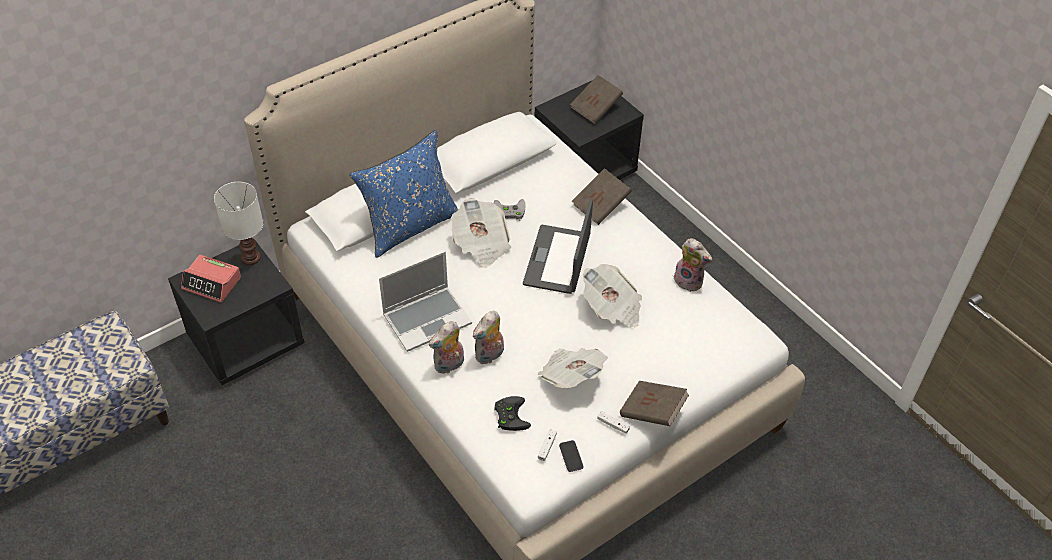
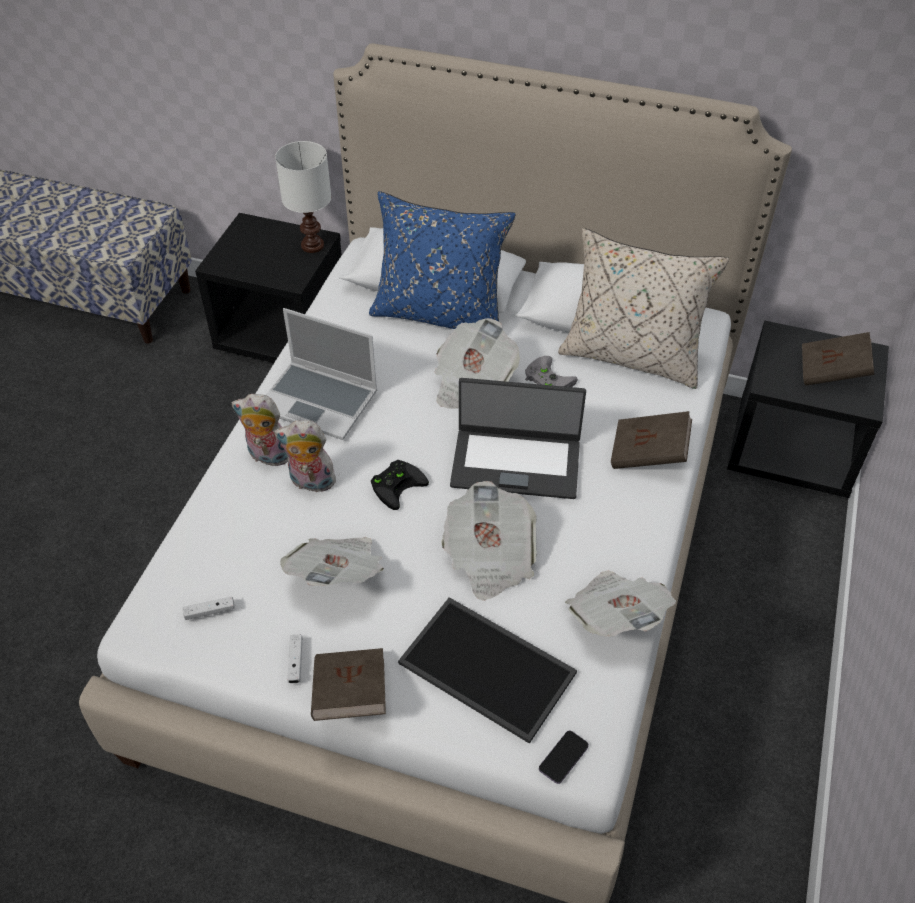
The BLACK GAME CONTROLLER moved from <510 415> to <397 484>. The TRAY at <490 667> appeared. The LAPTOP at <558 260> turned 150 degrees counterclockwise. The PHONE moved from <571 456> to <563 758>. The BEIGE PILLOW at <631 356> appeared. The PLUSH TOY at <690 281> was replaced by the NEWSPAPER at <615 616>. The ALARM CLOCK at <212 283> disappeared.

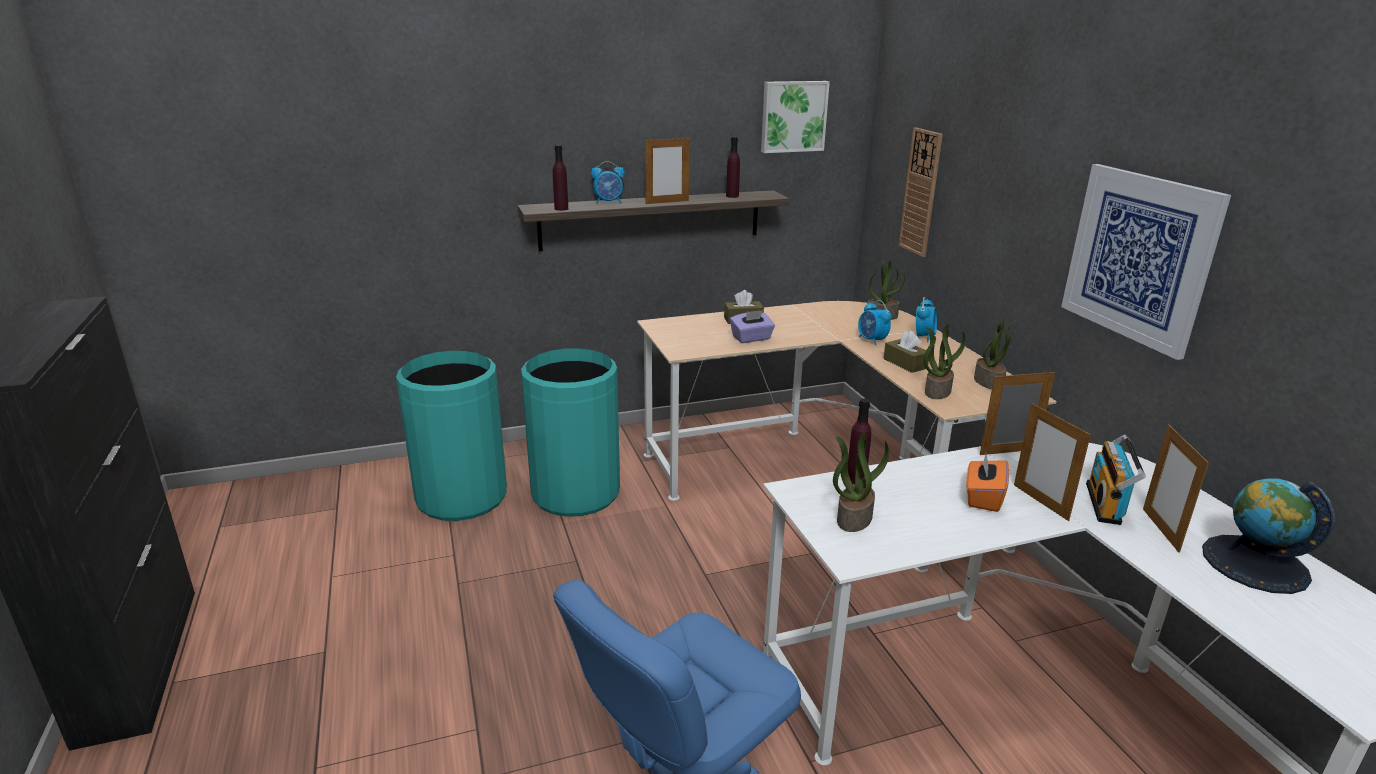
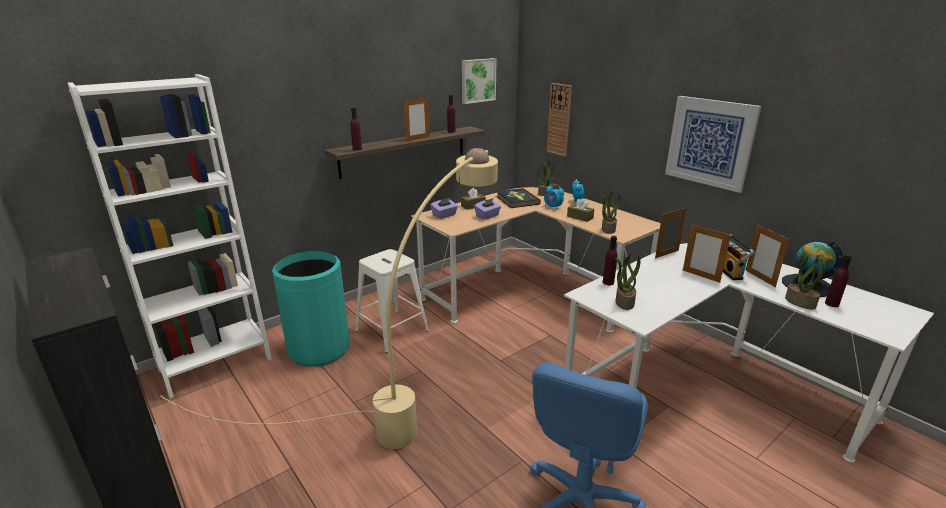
The WHITE BOOKCASE at <215 364> appeared. The BEIGE FLOOR LAMP at <408 397> appeared. The TURQUOISE TRASH CAN at <575 493> was replaced by the WHITE STOOL at <392 331>. The PURPLE TISSUE BOX at <444 215> appeared. The BOOK at <517 200> appeared. The POTTED PLANT moved from <989 382> to <800 302>. The PURPLE BOTTLE at <831 304> appeared. The ALARM CLOCK at <608 202> disappeared. The ORANGE TISSUE BOX at <983 498> disappeared.

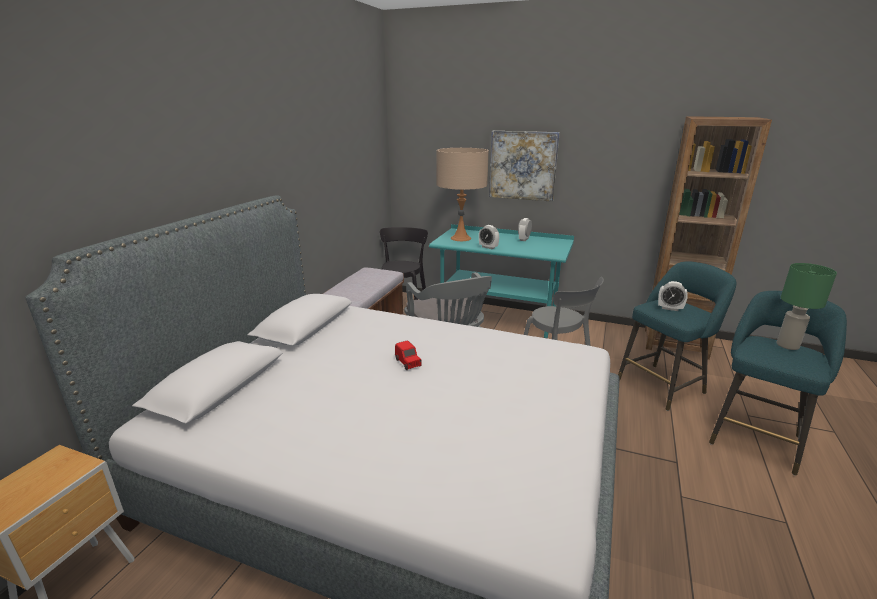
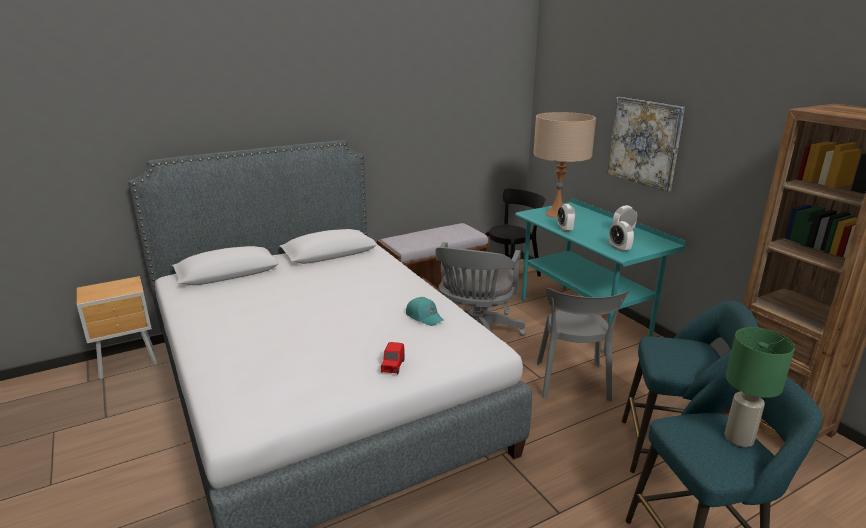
The RED TOY CAR moved from <408 363> to <393 366>. The TURQUOISE CAP at <424 316> appeared. The ALARM CLOCK moved from <670 308> to <619 248>.

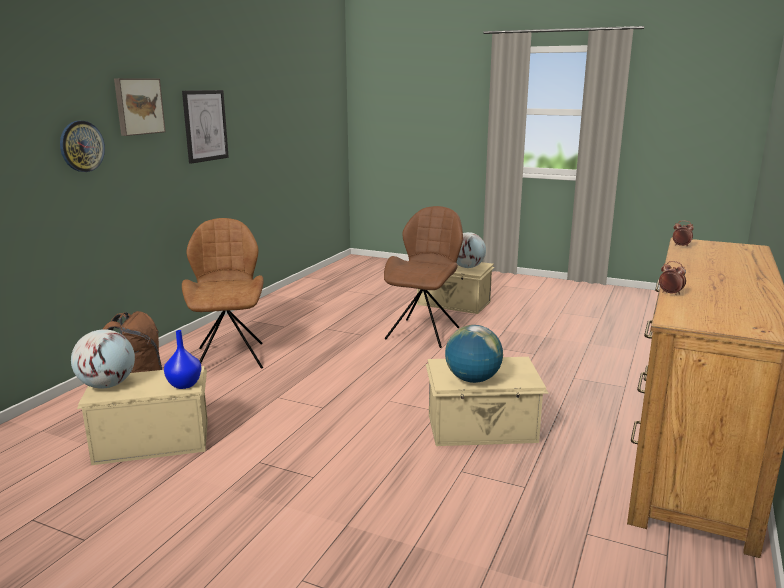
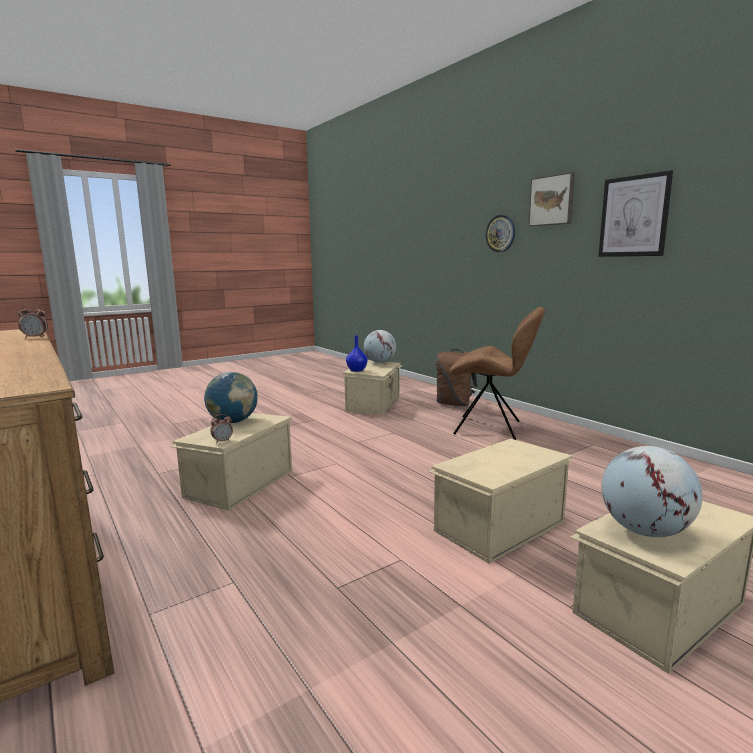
The ALARM CLOCK moved from <681 246> to <222 441>. The BROWN CHAIR at <424 332> was replaced by the BEIGE STORAGE BOX at <497 526>.

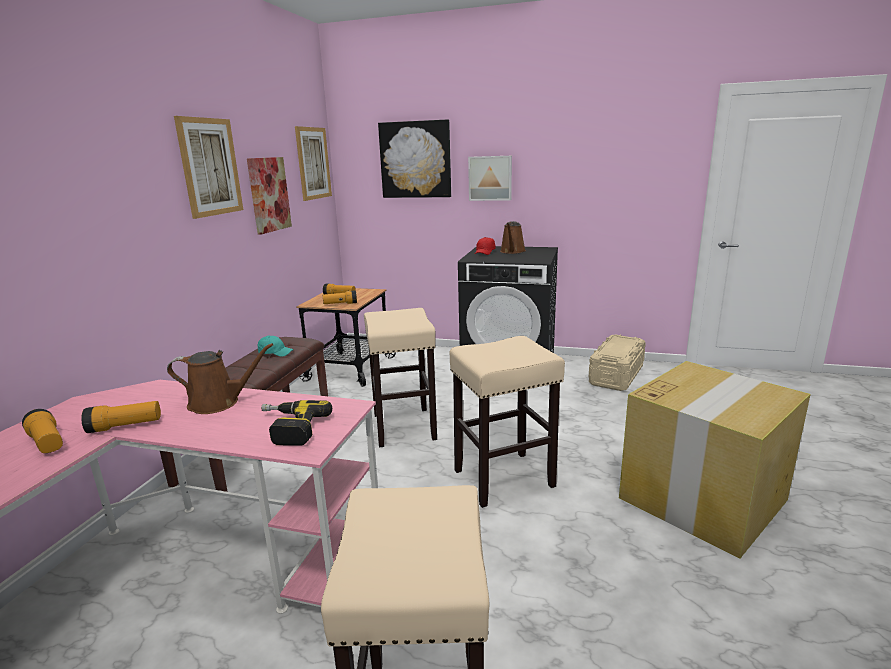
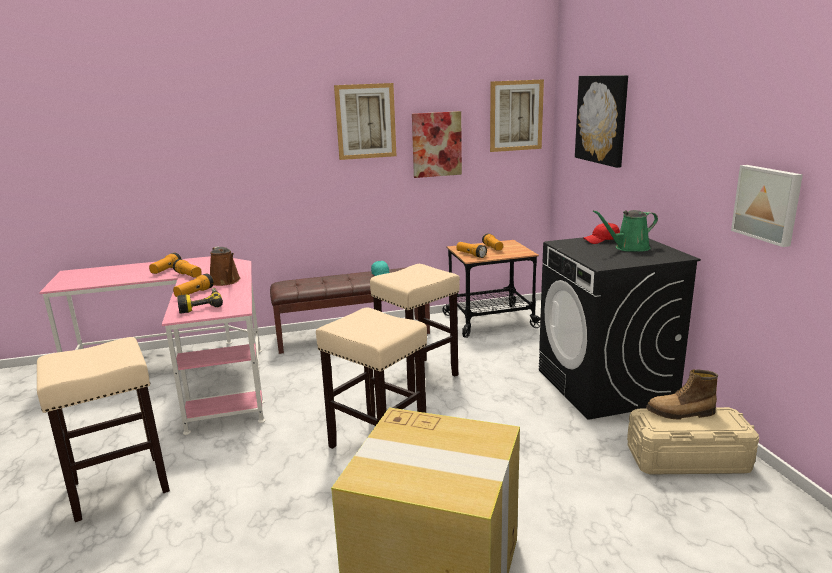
The FLASHLIGHT at <194 293> appeared. The BROWN WATERING CAN at <512 251> became the GREEN WATERING CAN at <629 248>. The BOOT at <680 413> appeared. The PICTURE moved from <490 178> to <768 204>.

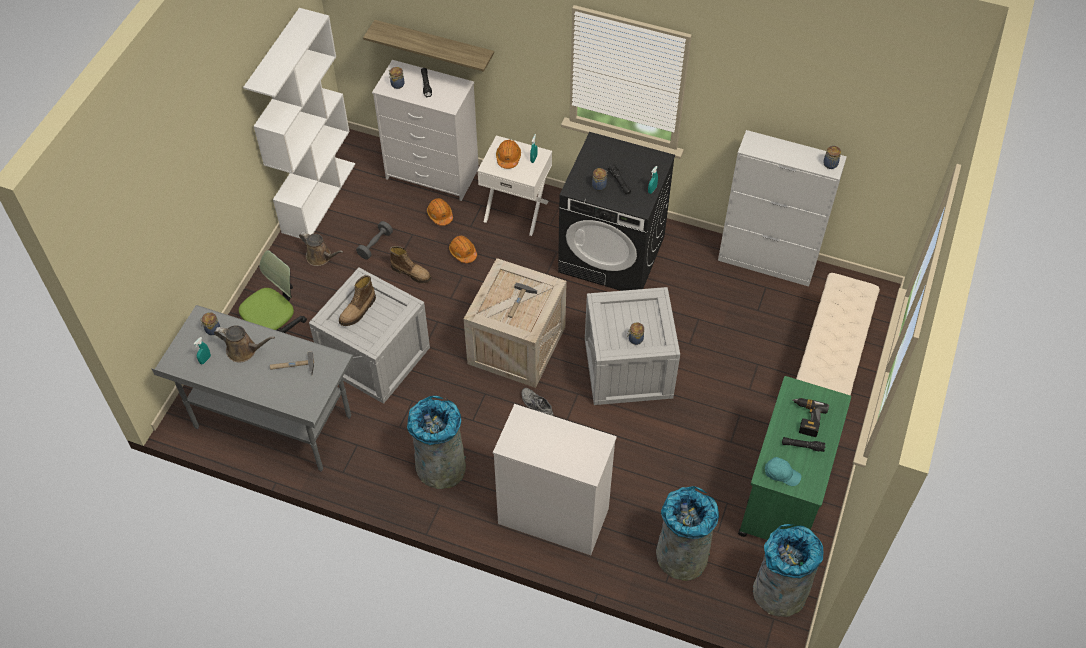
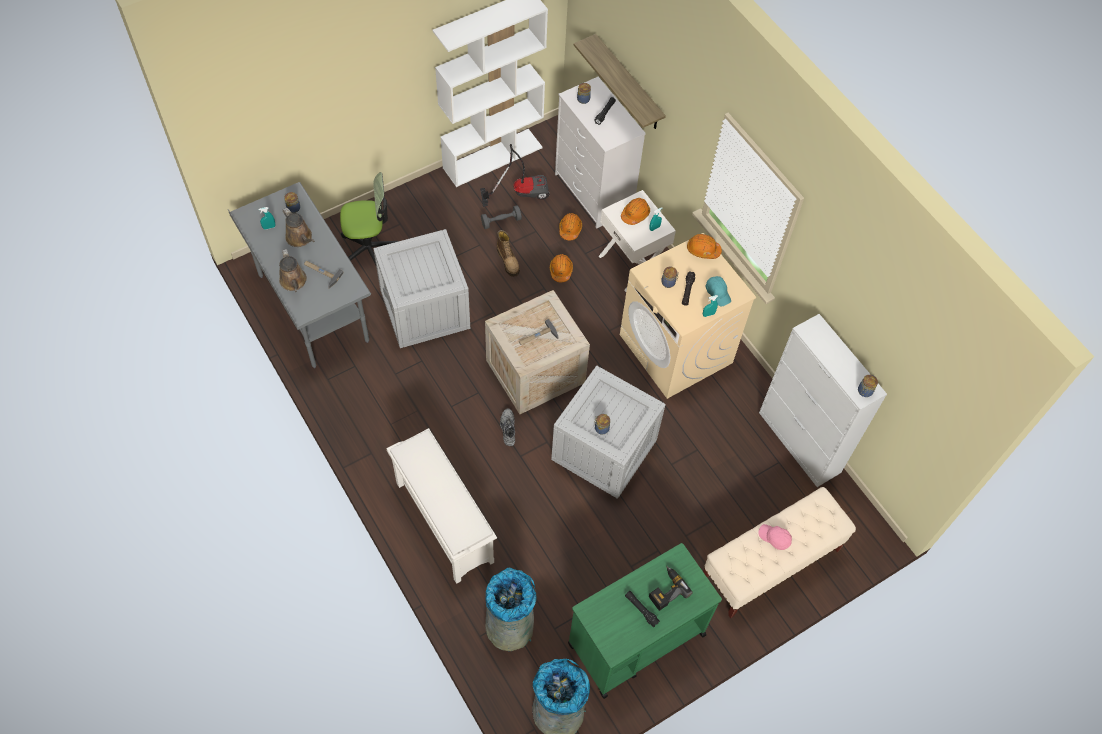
The BROWN WATERING CAN moved from <321 257> to <294 282>. The WHITE DRESSER at <552 516> was replaced by the WHITE SHOE RACK at <443 521>. The VACUUM CLEANER at <521 191> appeared. The BLACK WASHING MACHINE at <612 254> became the BEIGE WASHING MACHINE at <676 349>. The ORANGE HARD HAT at <703 250> appeared. The TURQUOISE CAP moved from <781 474> to <718 293>. The PINK CAP at <774 538> appeared. The BOOT at <358 311> disappeared. The GREY TRASH CAN at <440 467> disappeared.

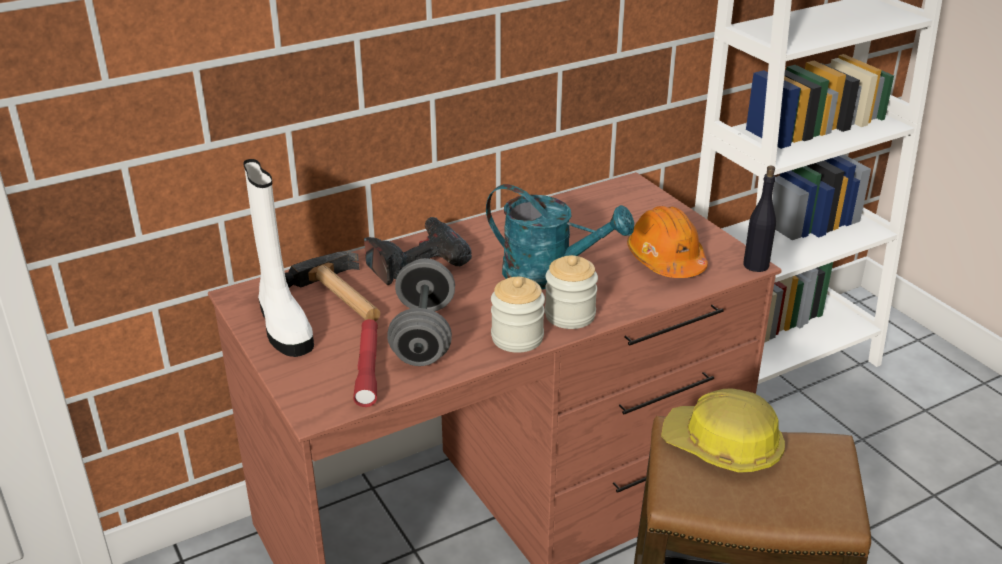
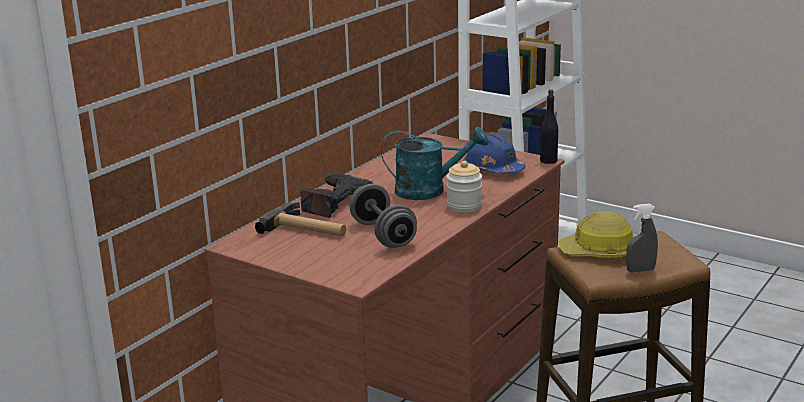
The ORANGE HARD HAT at <666 260> became the BLUE HARD HAT at <493 169>. The GREY SPRAY BOTTLE at <640 270> appeared. The WHITE BOOT at <283 325> disappeared. The RED FLASHLIGHT at <368 369> disappeared. The JAR at <517 338> disappeared.

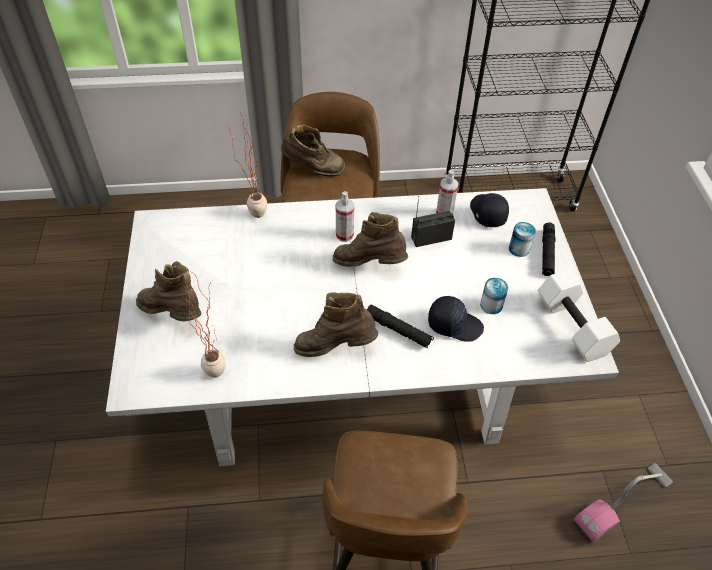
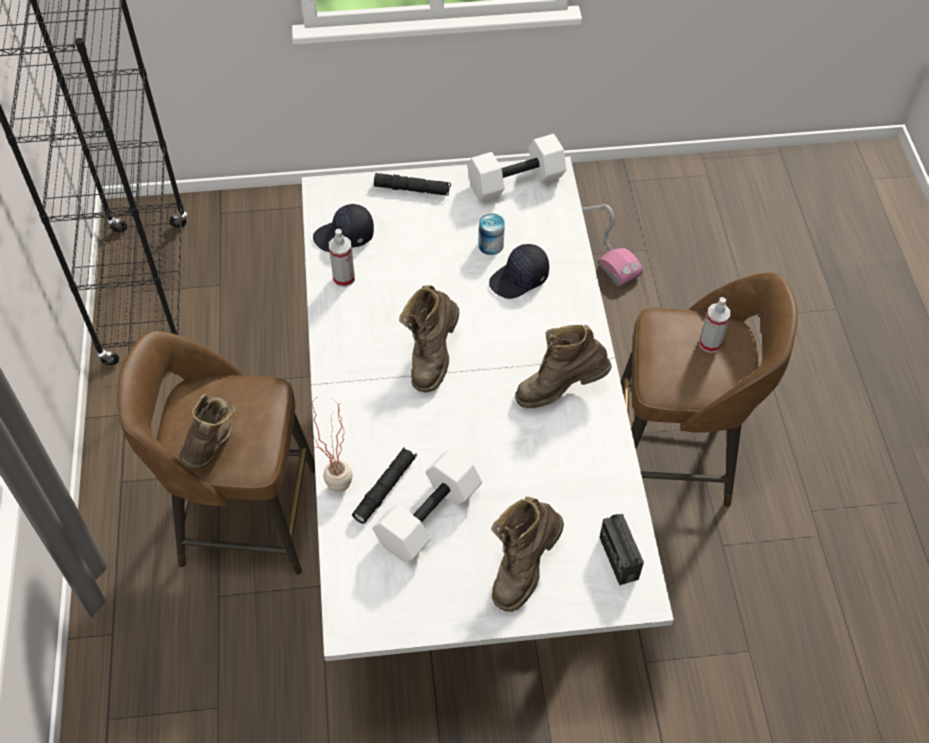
The BLACK FLASHLIGHT moved from <398 330> to <385 488>. The WHITE DUMBBELL at <427 515> appeared. The BLACK CAP at <454 324> turned 135 degrees counterclockwise. The BROWN BOOT at <335 347> turned 75 degrees clockwise. The RADIO moved from <431 238> to <618 558>. The SPRAY BOTTLE moved from <344 235> to <710 343>. The POTTED PLANT at <216 366> disappeared. The CAN at <519 249> disappeared.

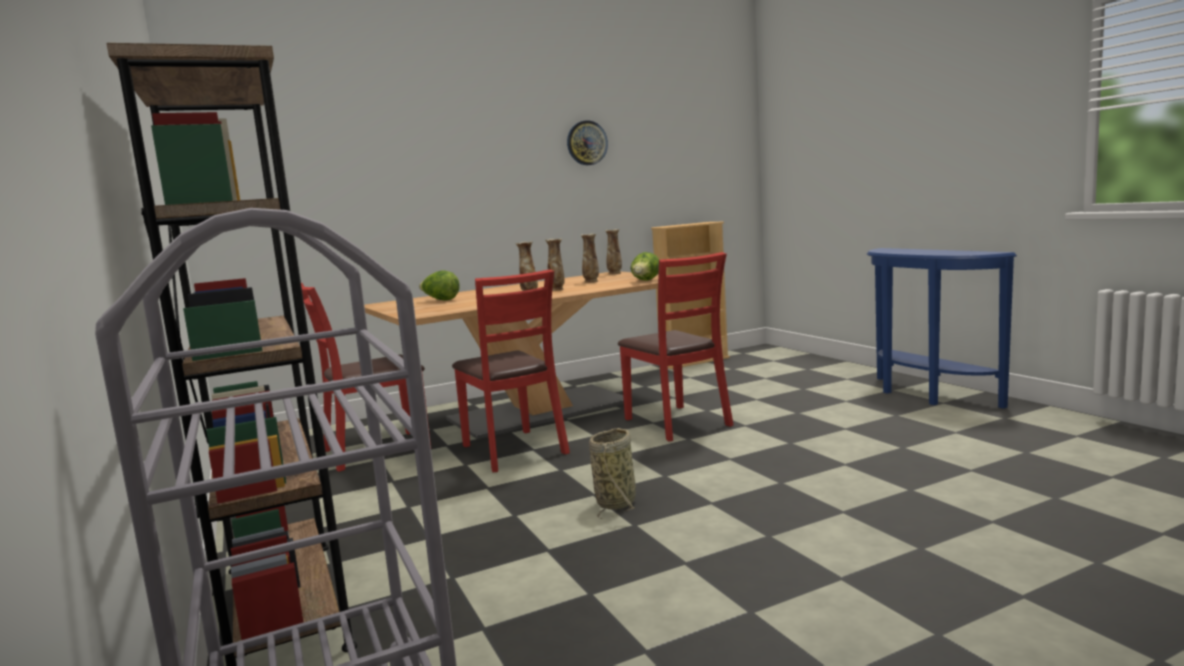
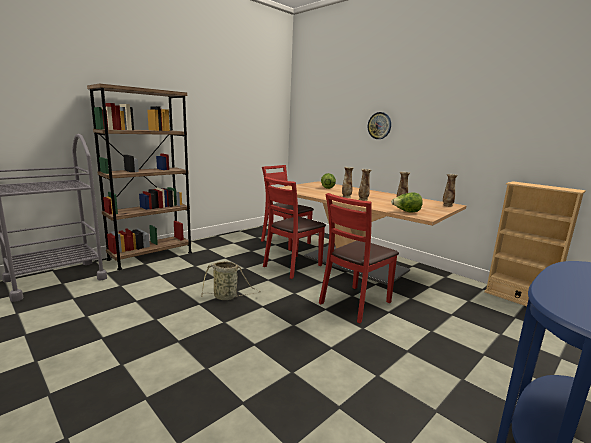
The WALL CLOCK moved from <586 143> to <379 125>.

